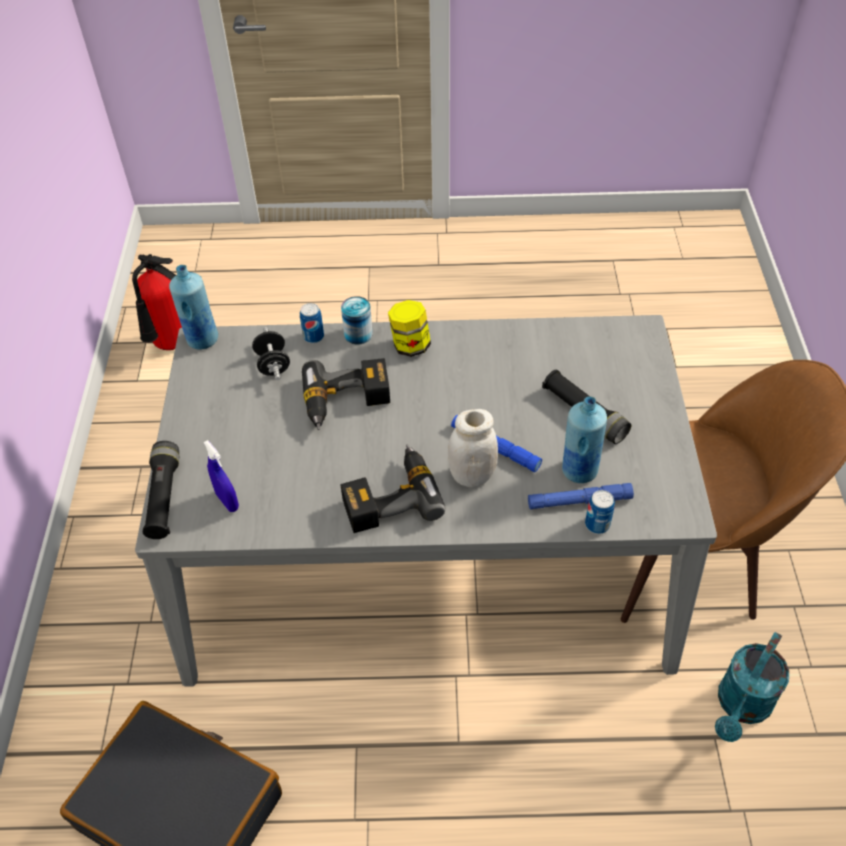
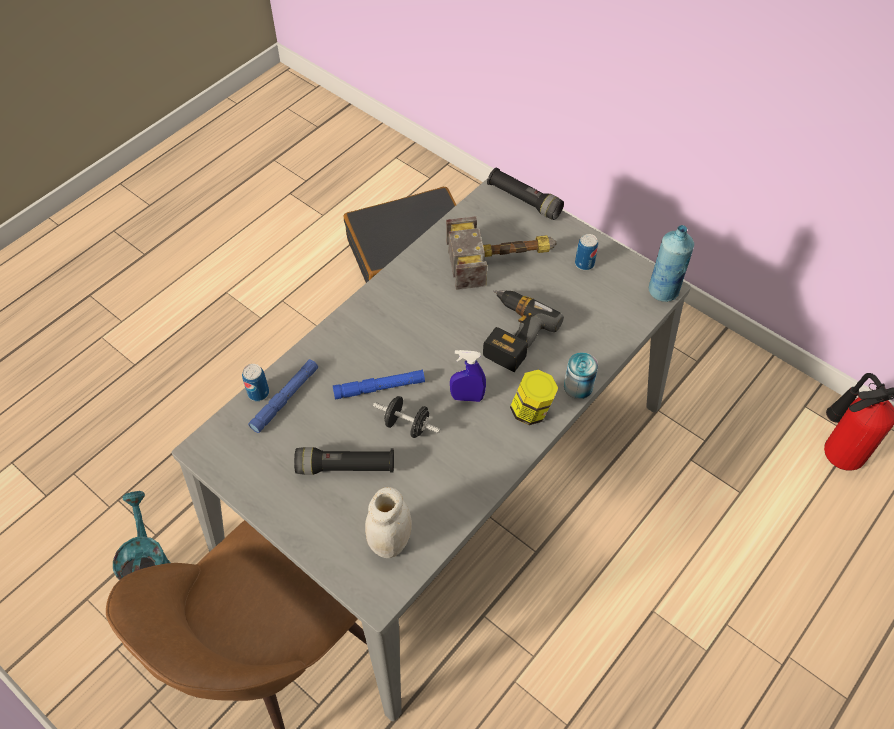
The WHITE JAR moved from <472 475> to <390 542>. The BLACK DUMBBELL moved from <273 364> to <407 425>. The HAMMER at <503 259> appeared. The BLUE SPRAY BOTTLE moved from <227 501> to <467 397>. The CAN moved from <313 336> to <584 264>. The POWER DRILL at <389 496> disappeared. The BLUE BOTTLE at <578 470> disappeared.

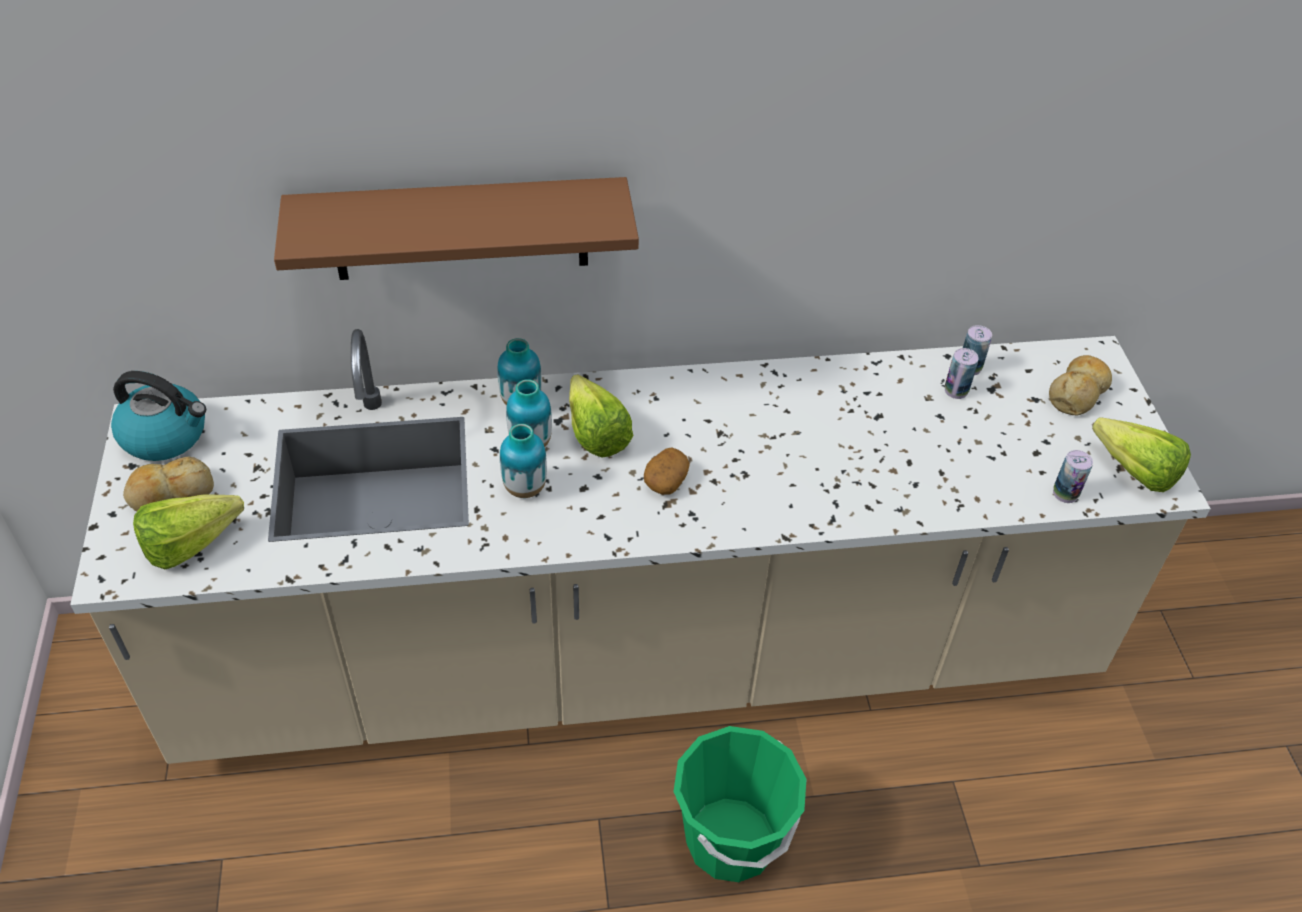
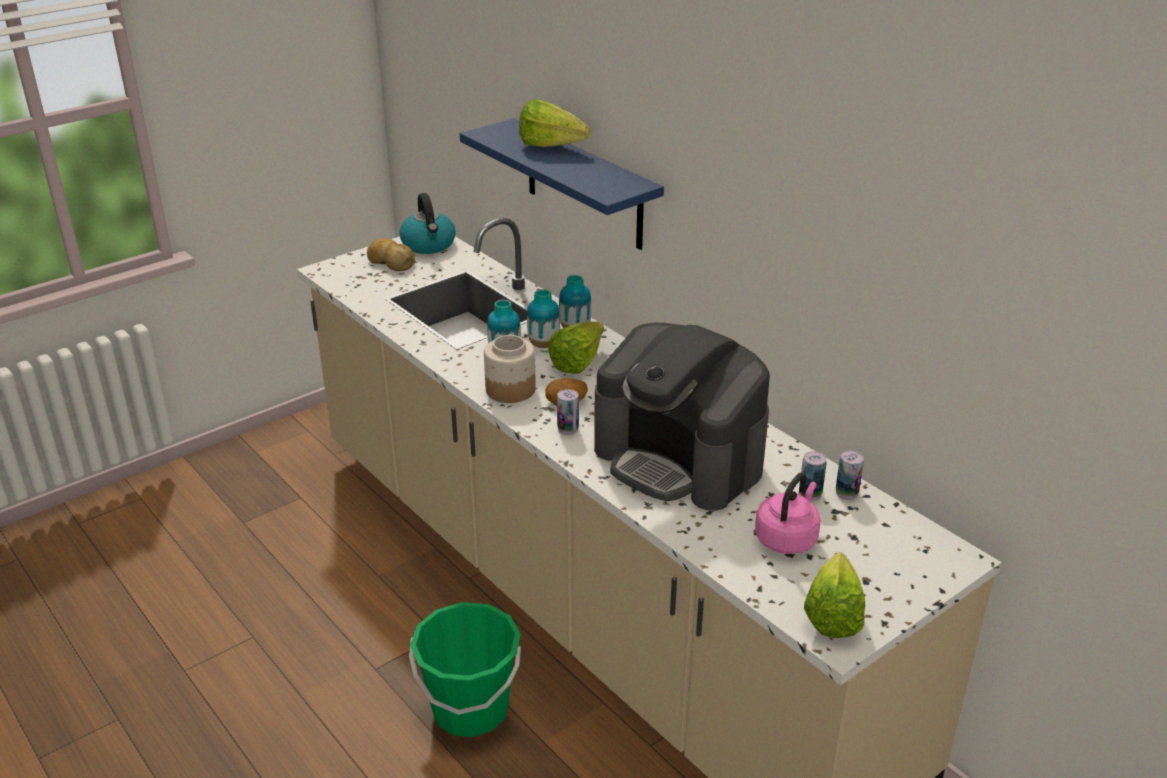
The BROWN SHELF at <460 229> became the BLUE SHELF at <584 185>. The JAR at <510 390> appeared. The LETTUCE moved from <200 543> to <555 148>. The CAN moved from <1065 493> to <568 429>. The COFFEE MACHINE at <680 460> appeared. The PINK KETTLE at <787 538> appeared. The BREAD at <1078 392> disappeared.

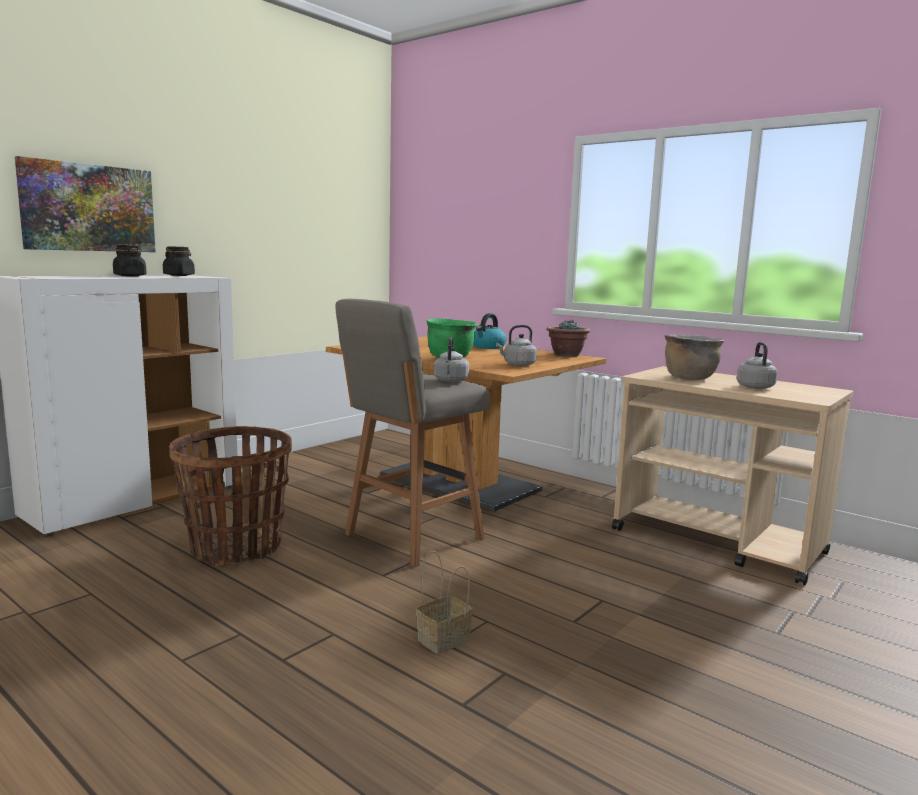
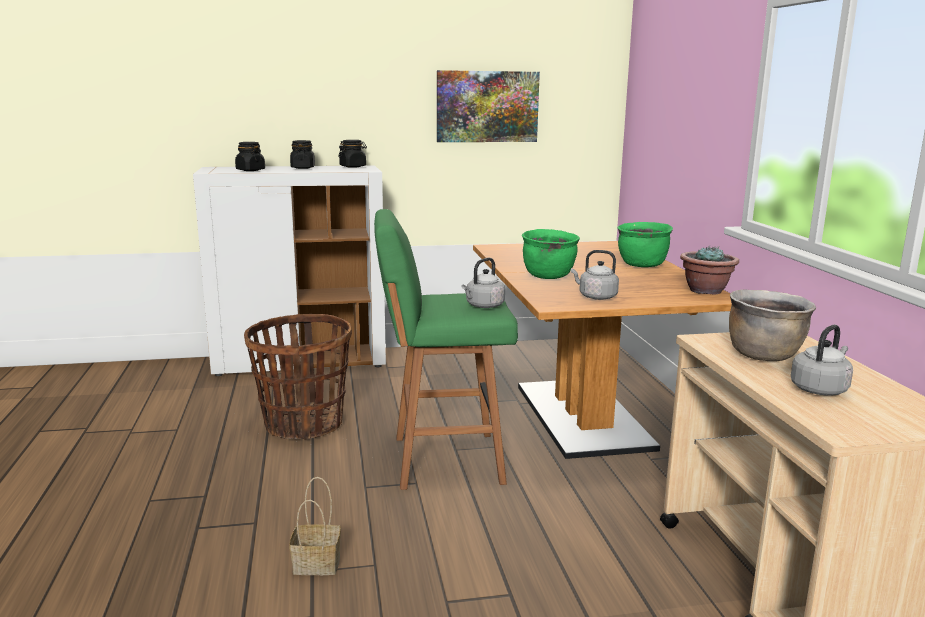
The BLACK JAR at <250 170> appeared. The GREY STOOL at <410 538> became the GREEN STOOL at <442 460>. The PICTURE moved from <88 208> to <487 106>. The KETTLE at <488 347> was replaced by the GREEN COOKING POT at <642 265>.

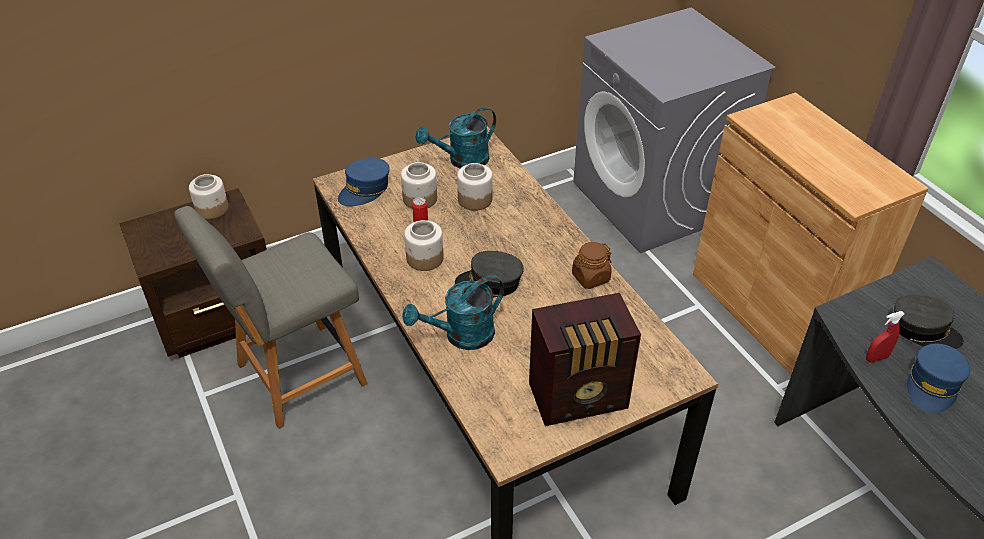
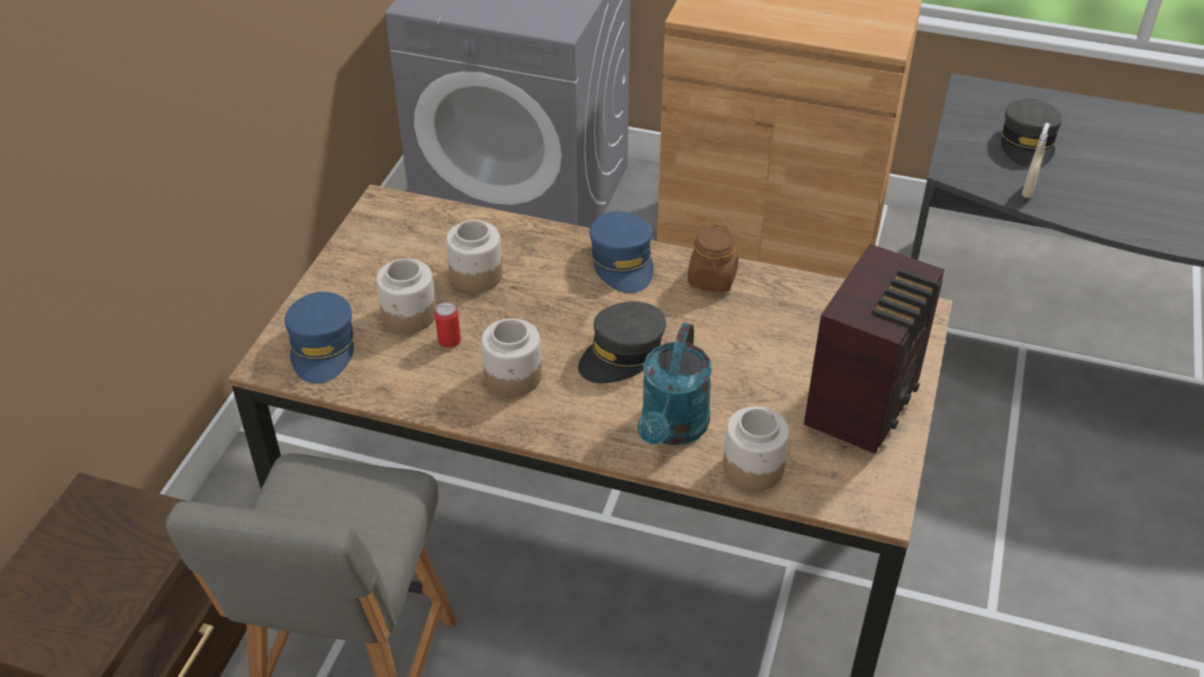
The BLUE CAP moved from <933 385> to <622 262>. The JAR moved from <212 208> to <754 467>. The GREY CAP at <923 330> turned 120 degrees clockwise. The RED SPRAY BOTTLE at <876 358> became the BEIGE SPRAY BOTTLE at <1028 191>. The TURQUOISE WATERING CAN at <462 161> disappeared.

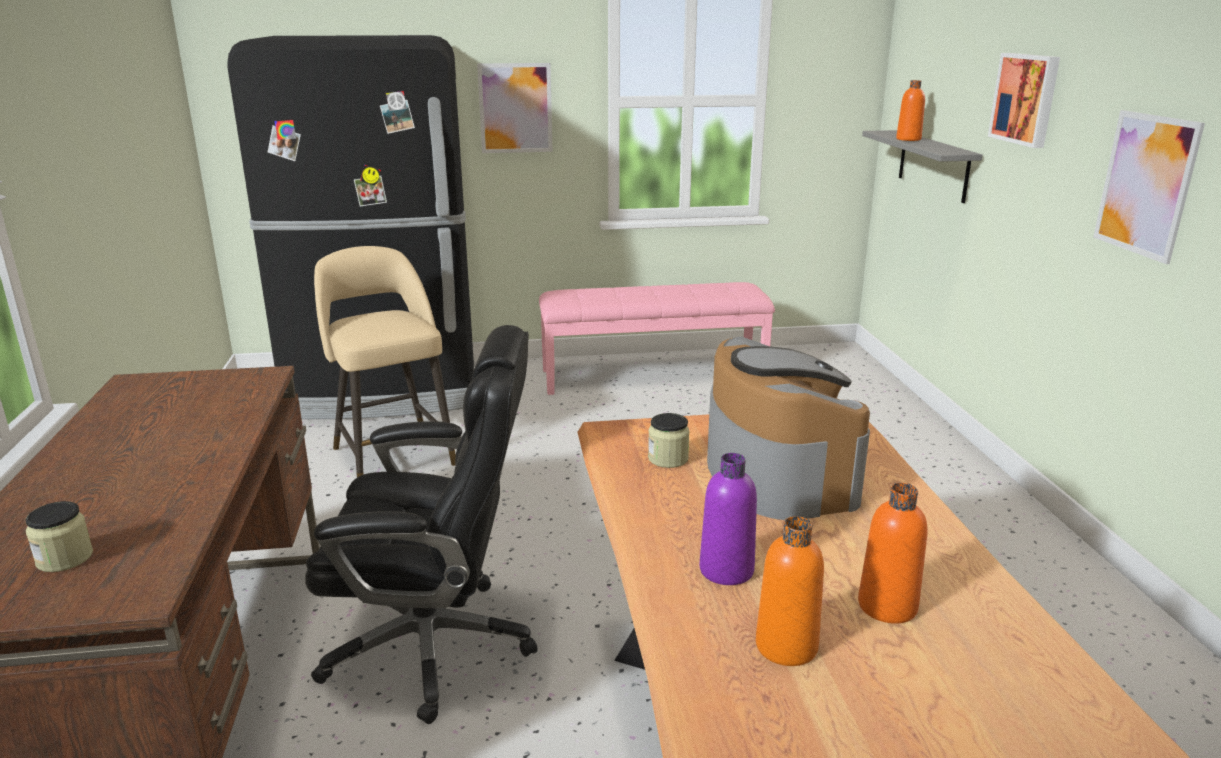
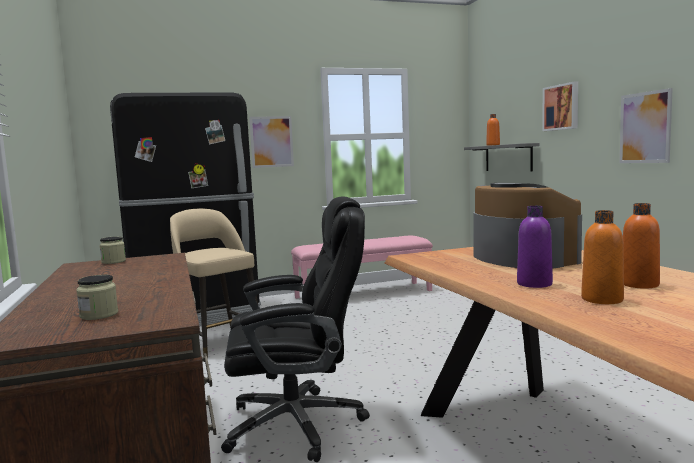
The JAR moved from <668 459> to <113 261>.

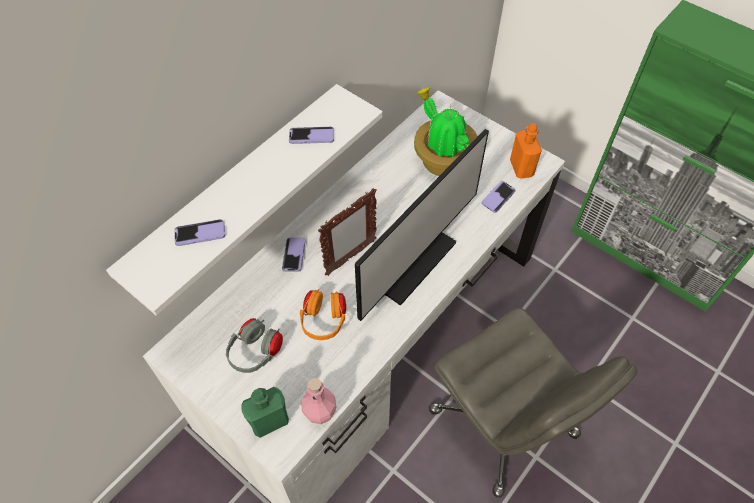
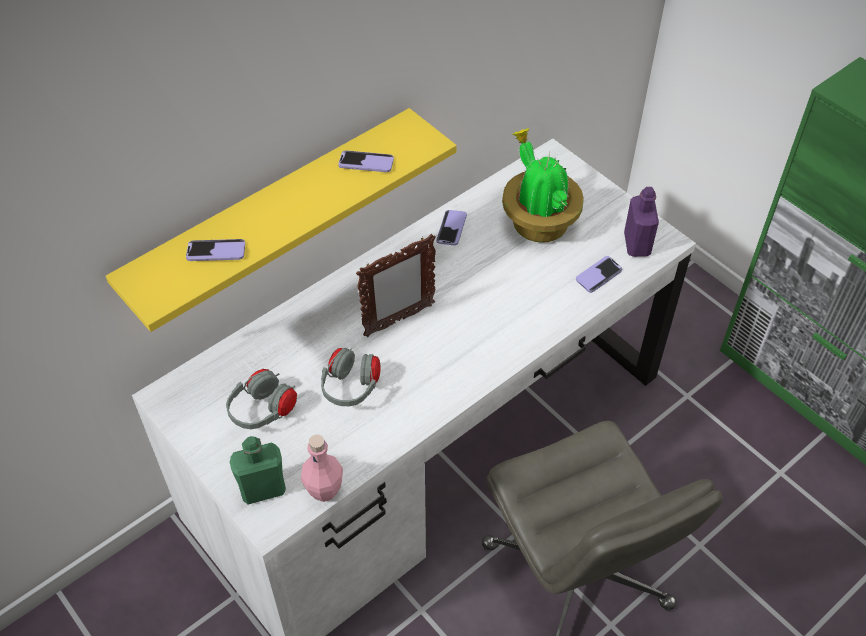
The WHITE SHELF at <238 190> became the YELLOW SHELF at <272 215>. The ORANGE HEADPHONES at <324 321> became the GREY HEADPHONES at <351 388>. The PHONE moved from <294 255> to <451 228>. The ORANGE BOTTLE at <521 168> became the PURPLE BOTTLE at <637 244>. The MONITOR at <411 262> disappeared.

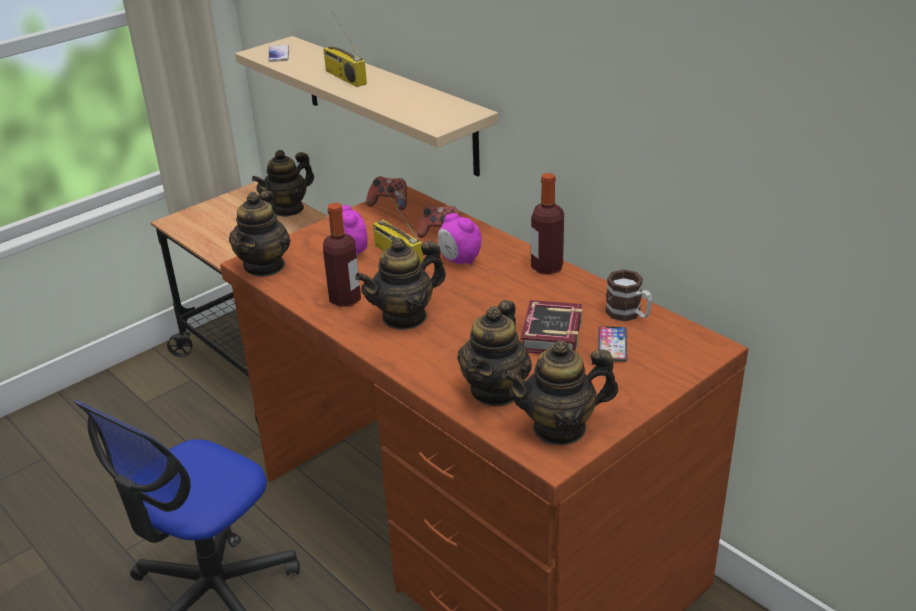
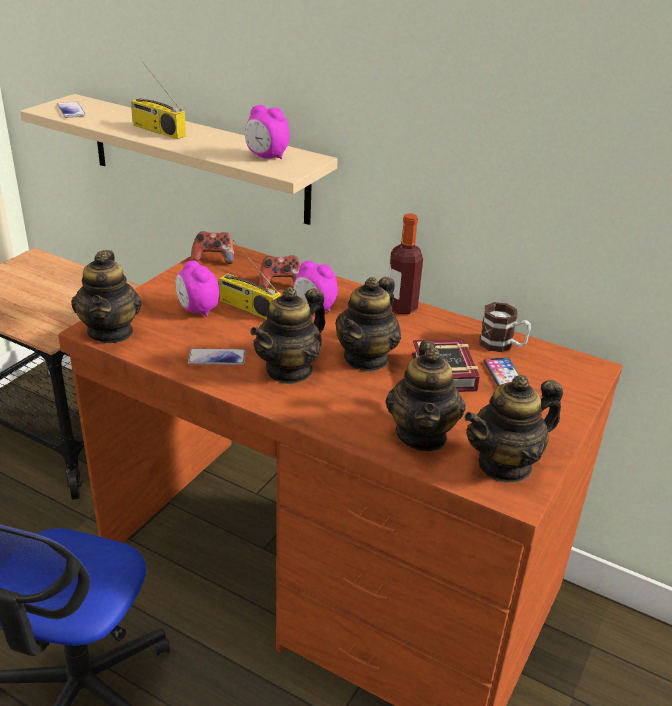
The BOTTLE at <345 299> was replaced by the PHONE at <217 358>. The ALARM CLOCK at <266 157> appeared. The TEAPOT moved from <288 209> to <366 358>.

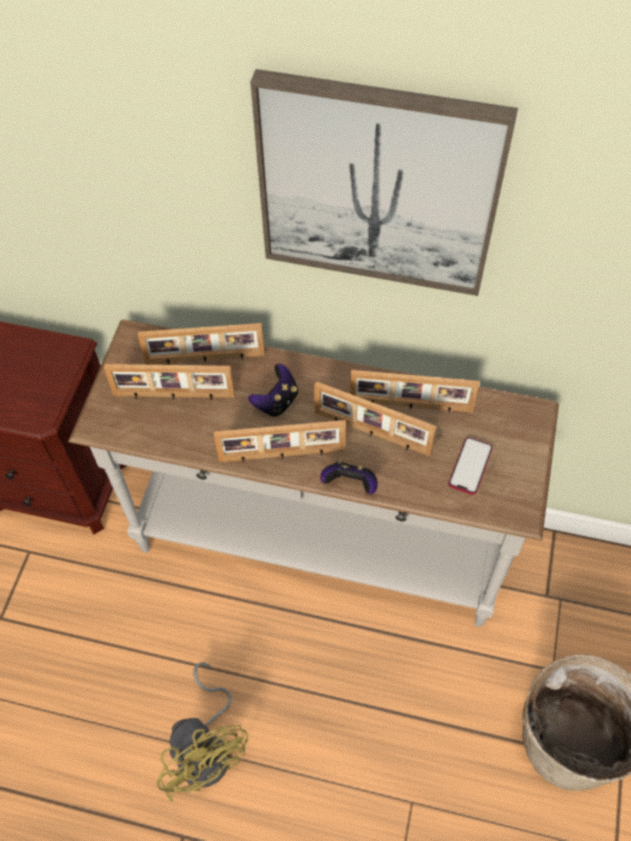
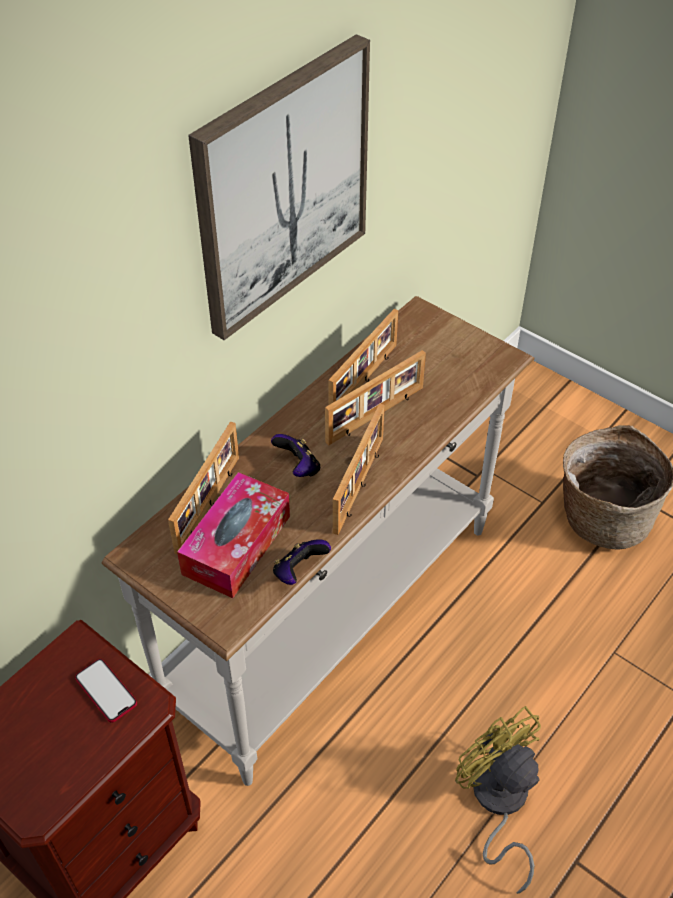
The PHONE moved from <470 466> to <106 691>. The PICTURE FRAME at <174 396> was replaced by the TISSUE BOX at <237 545>. The GAME CONTROLLER moved from <350 485> to <299 572>. The YELLOW FAN at <208 748> turned 120 degrees counterclockwise.

